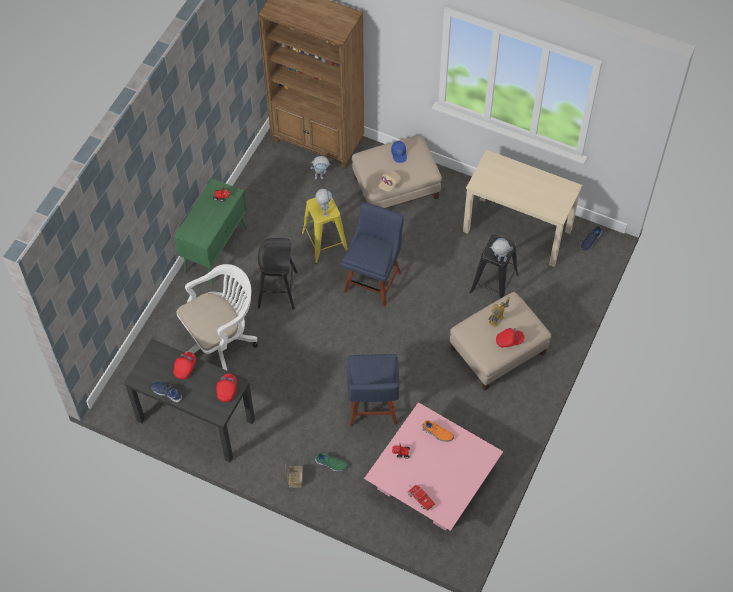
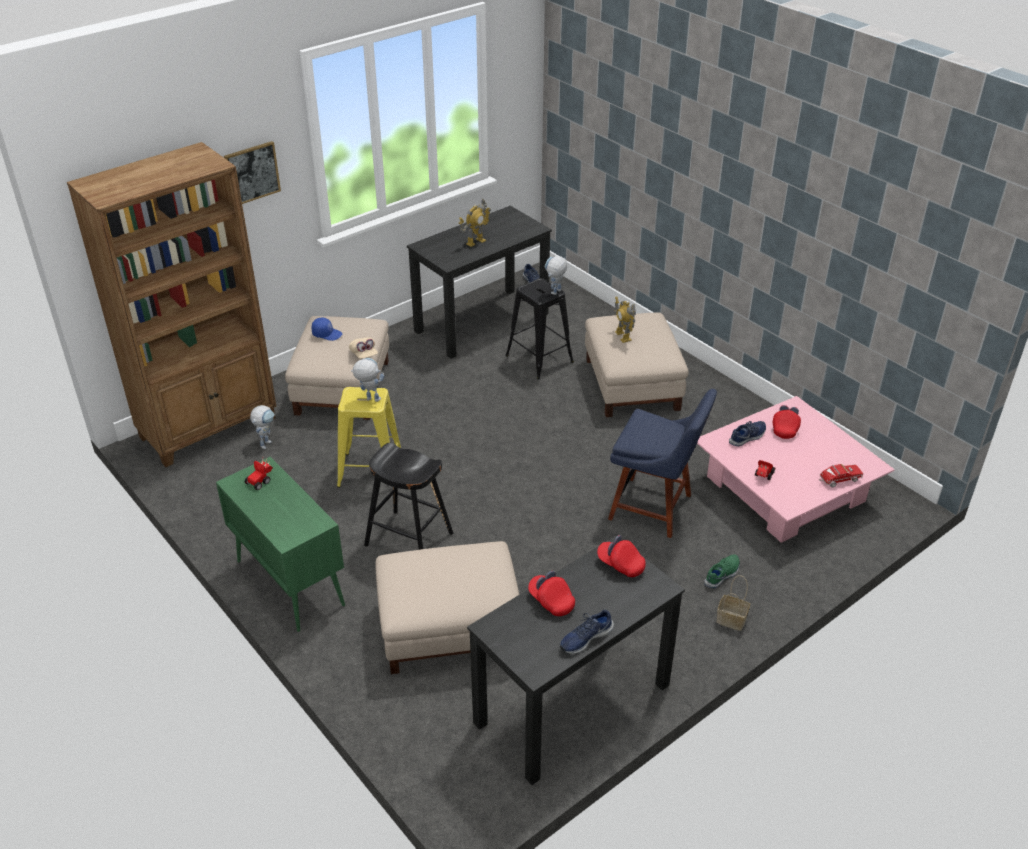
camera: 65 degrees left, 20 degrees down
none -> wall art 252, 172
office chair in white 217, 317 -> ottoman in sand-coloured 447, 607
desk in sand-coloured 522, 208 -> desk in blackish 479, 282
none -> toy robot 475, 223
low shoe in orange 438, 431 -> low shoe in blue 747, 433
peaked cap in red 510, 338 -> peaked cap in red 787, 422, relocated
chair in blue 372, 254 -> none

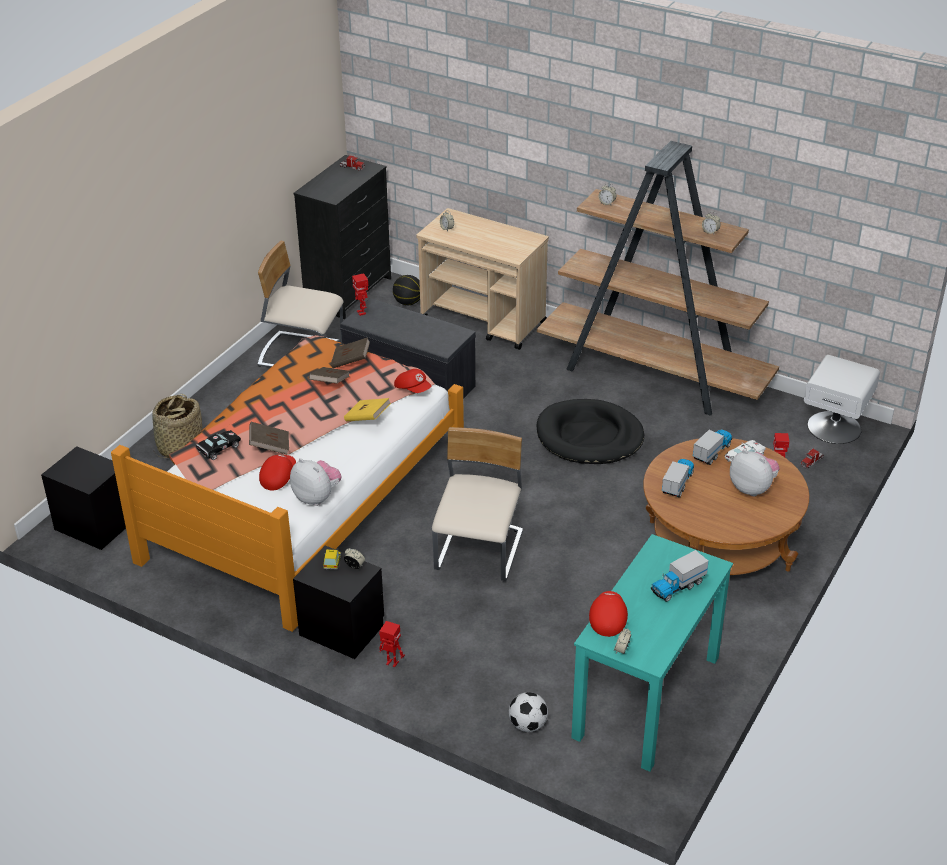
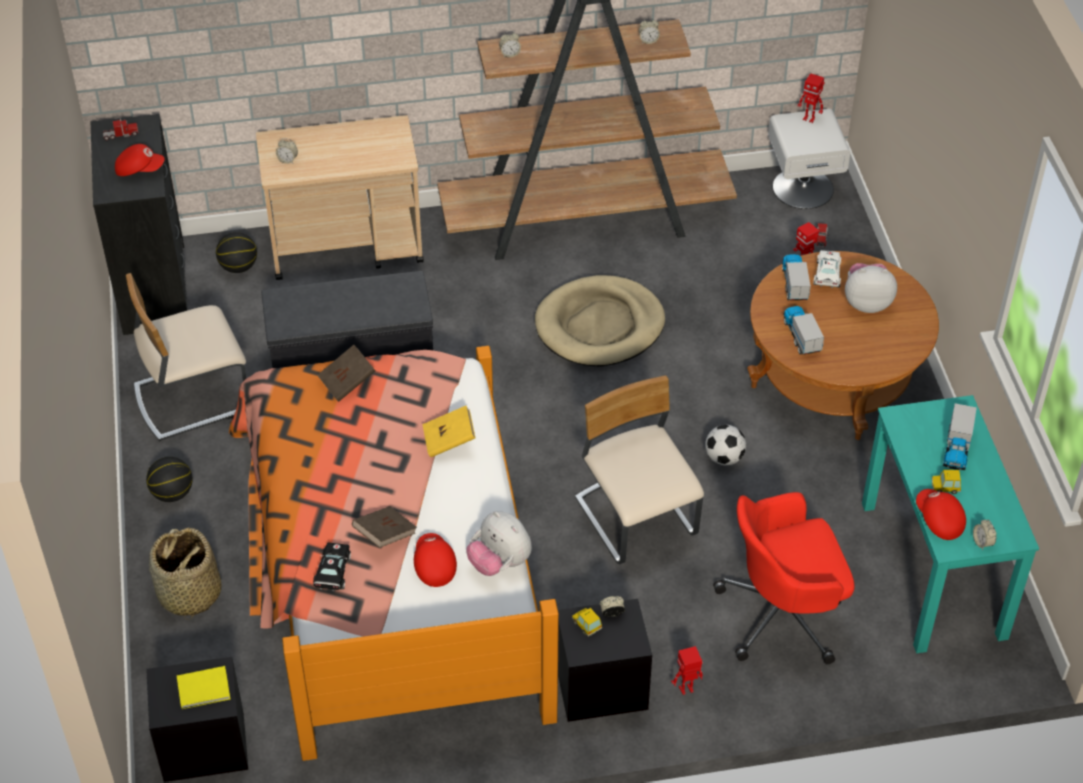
camera: 40 degrees left, 10 degrees up
peaked cap in red 412, 381 -> peaked cap in red 140, 160, relocated
none -> ball for basketball 169, 479
none -> volume in yellowish 204, 687
plush toy 315, 482 -> plush toy 499, 543, 135 degrees counterclockwise
dog cushion in blackish 590, 431 -> dog cushion in sand-coloured 600, 320
ball for football 528, 712 -> ball for football 725, 445, relocated
none -> office chair in red 784, 578
toy robot 360, 294 -> toy robot 811, 98, relocated
none -> toy car 946, 482
volume in brown 329, 375 -> none

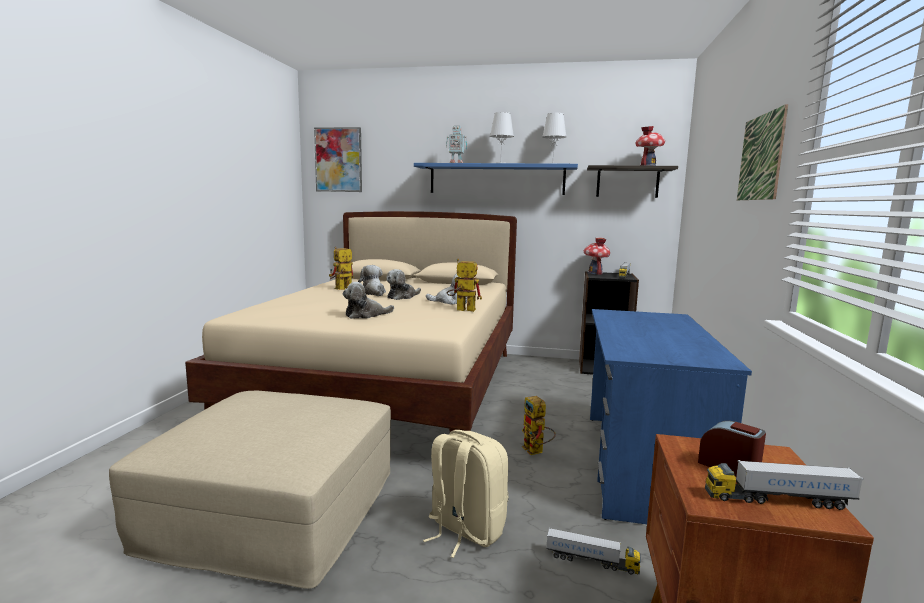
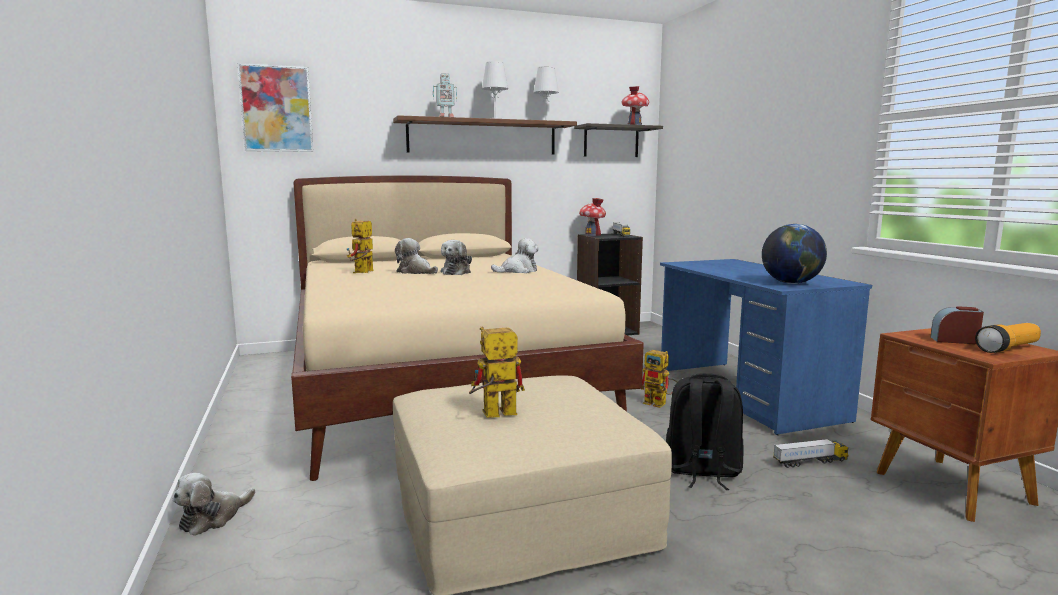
camera: 30 degrees left, 0 degrees up
plush toy 368, 300 -> plush toy 213, 504, relocated
wall shelf in blue 496, 179 -> wall shelf in brown 485, 135
toy robot 464, 285 -> toy robot 497, 372, relocated
rucksack in sand-coloured 465, 494 -> rucksack in blackish 705, 431
none -> desk globe 794, 254
model truck 784, 485 -> torch 1008, 338
wall art 762, 152 -> none

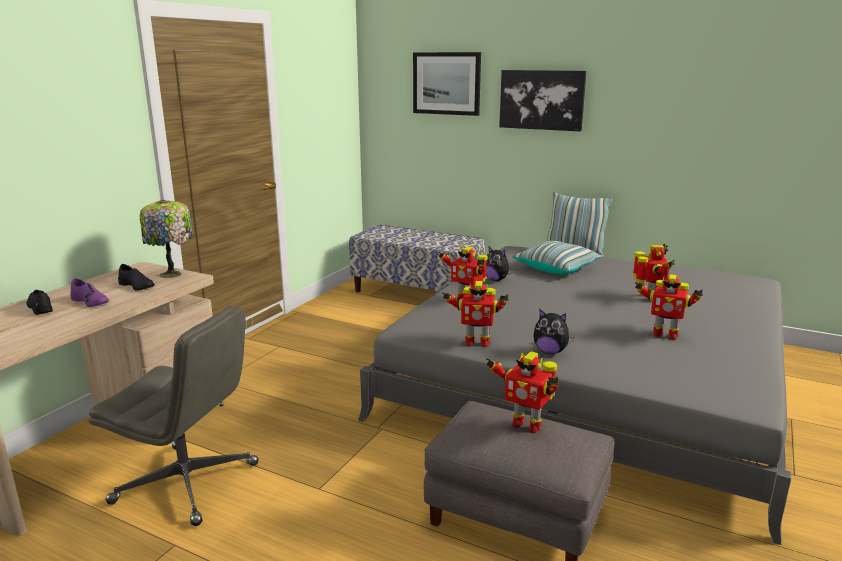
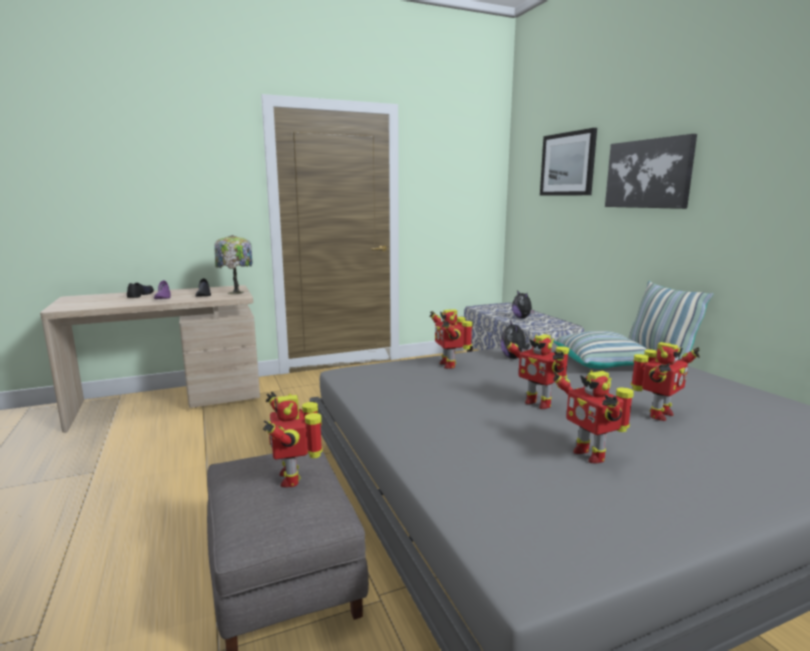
camera: 40 degrees right, 5 degrees down
toy robot 475, 314 -> toy robot 536, 371, relocated
plush toy 553, 331 -> plush toy 523, 304, relocated
office chair in greyish 174, 416 -> none

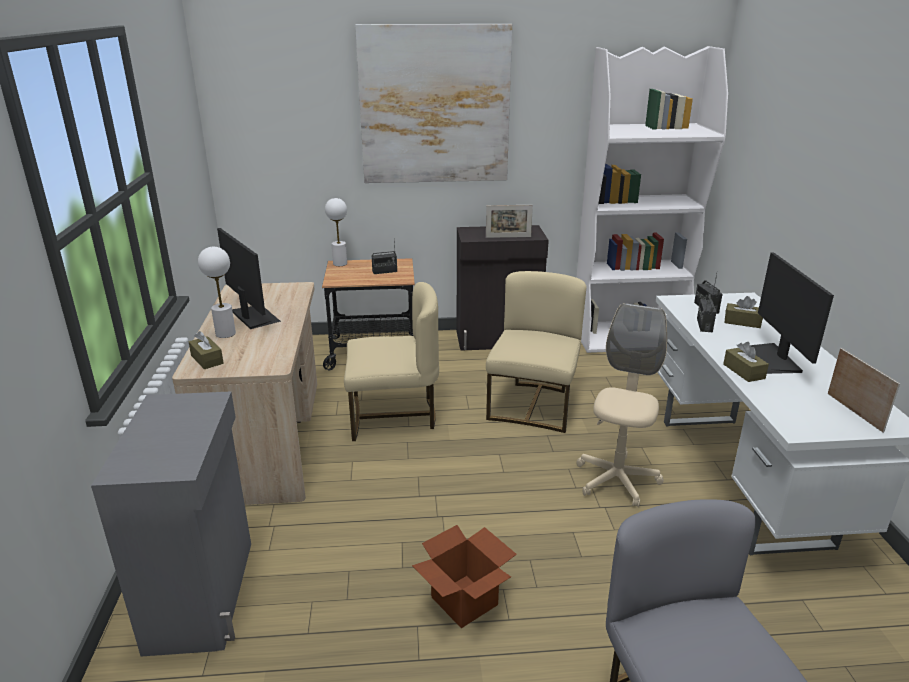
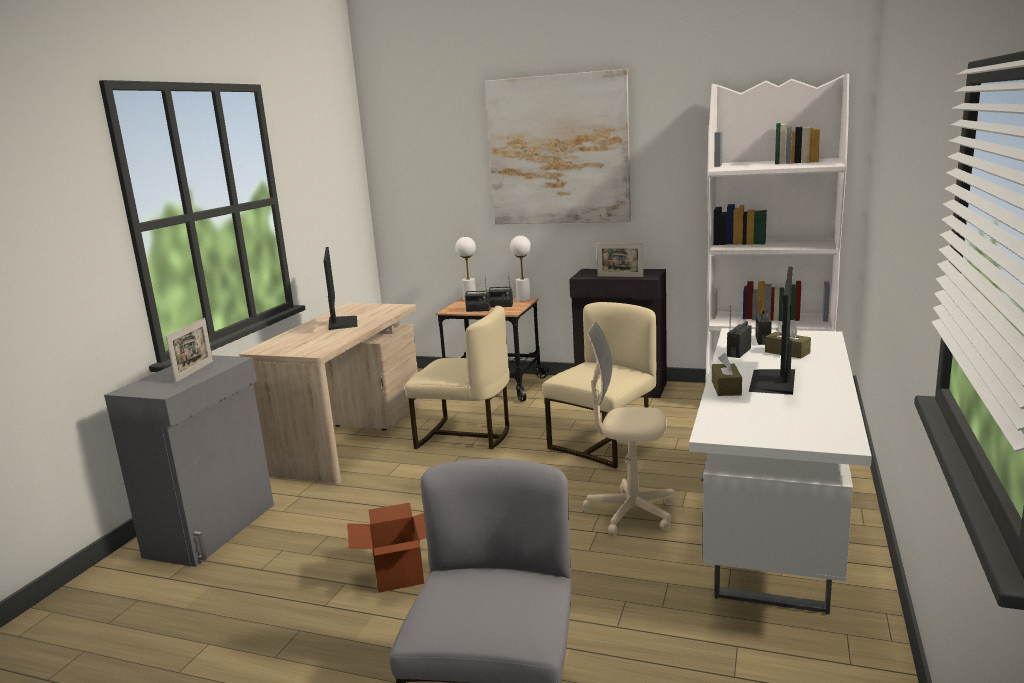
camera: 25 degrees right, 10 degrees down
picture frame 864, 390 -> picture frame 189, 350, relocated
none -> radio set 477, 295
lamp for a table in white 217, 292 -> lamp for a table in white 520, 268, relocated
office chair in sand-coloured 621, 405 -> office chair in sand-coloured 628, 429, 120 degrees counterclockwise
tissue box in brown 206, 350 -> none

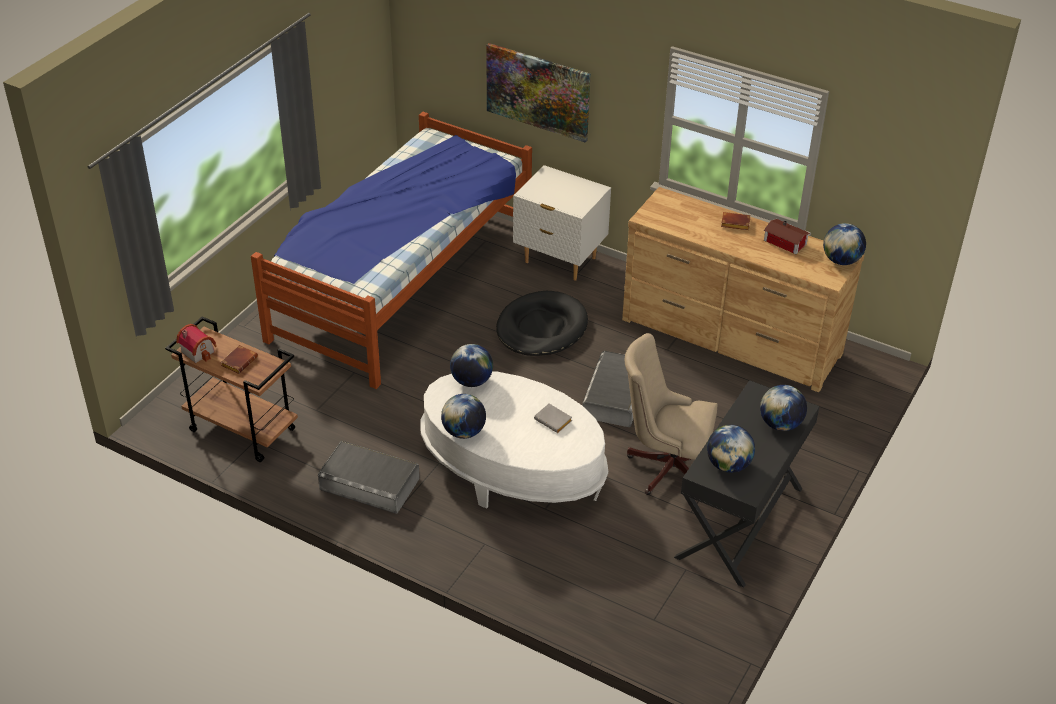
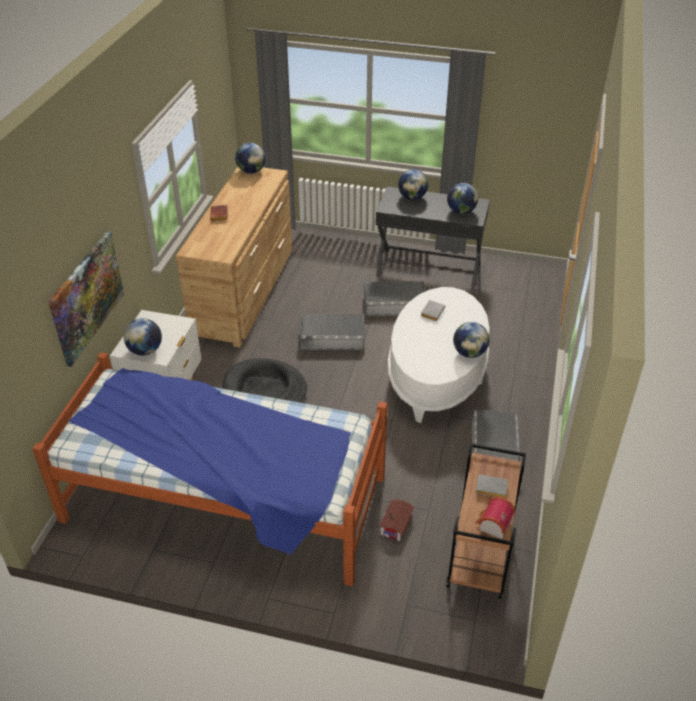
camera: 105 degrees left, 0 degrees up
desk globe 471, 365 -> desk globe 143, 337, relocated
office chair in sand-coloured 671, 414 -> storage container in greyish 394, 298
miniature house 787, 236 -> miniature house 396, 520, relocated
volume in brown 239, 359 -> volume in greyish 492, 486

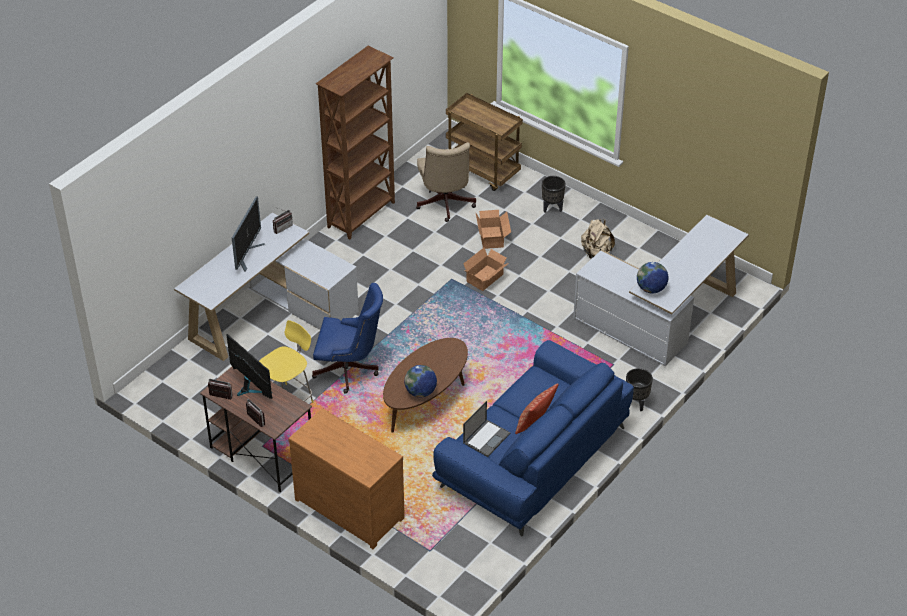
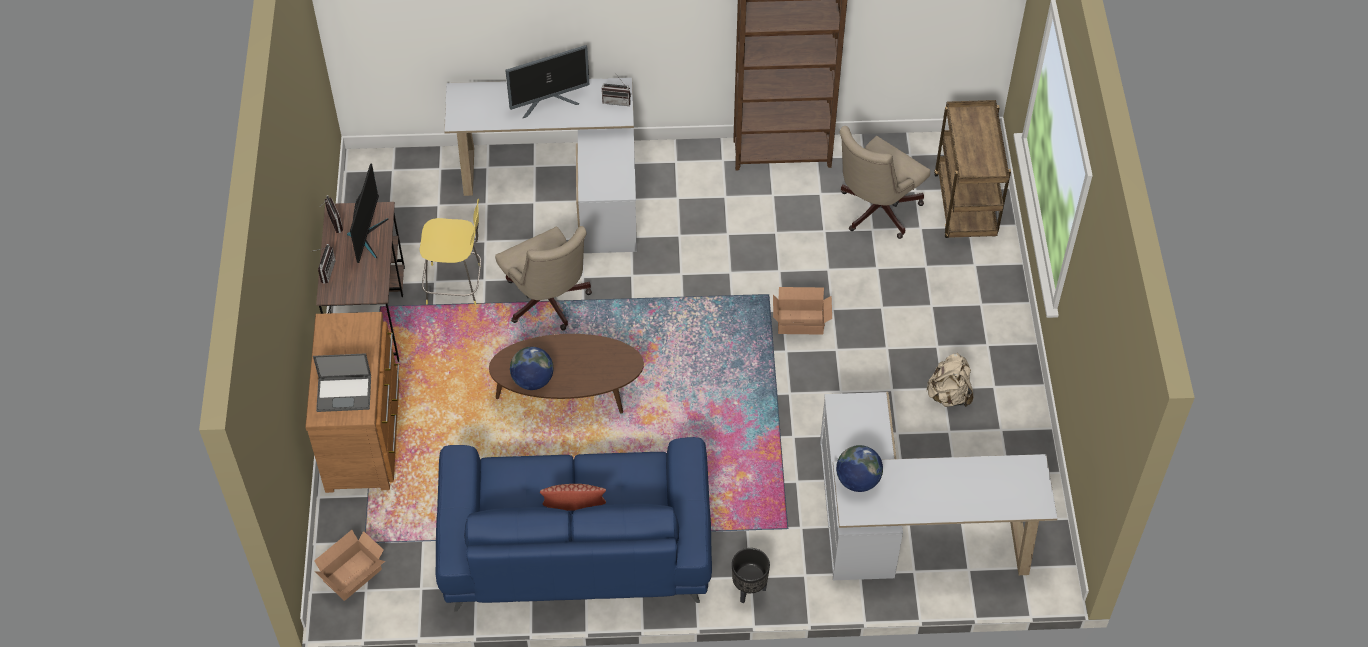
camera: 50 degrees right, 10 degrees up
laptop 487, 429 -> laptop 342, 382, relocated
carton 493, 229 -> carton 349, 565, relocated
office chair in blue 347, 338 -> office chair in sand-coloured 543, 278
plant pot in blackish 553, 194 -> none

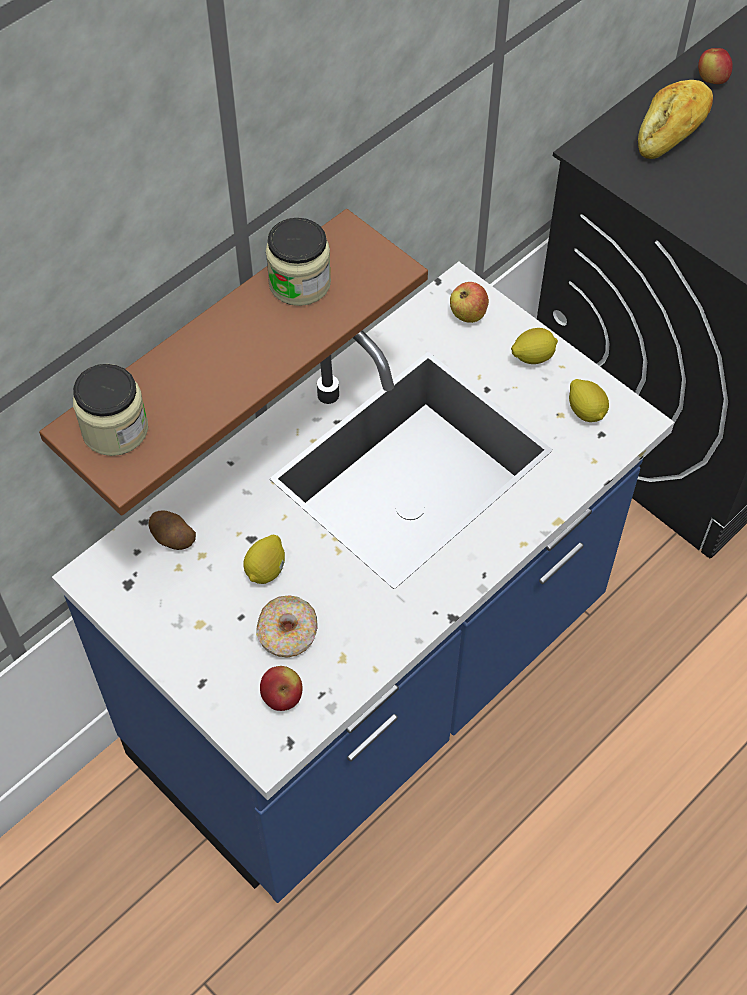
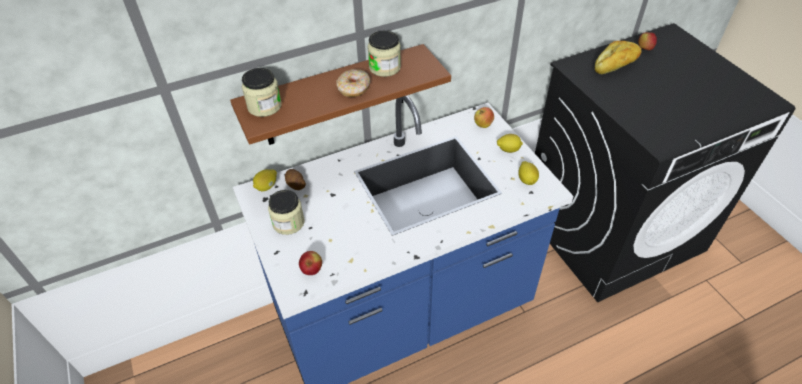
camera: 20 degrees right, 10 degrees down
citrus fruit 264, 559 -> citrus fruit 265, 180, relocated
none -> preserve jar 286, 212
donut 287, 626 -> donut 353, 83, relocated

